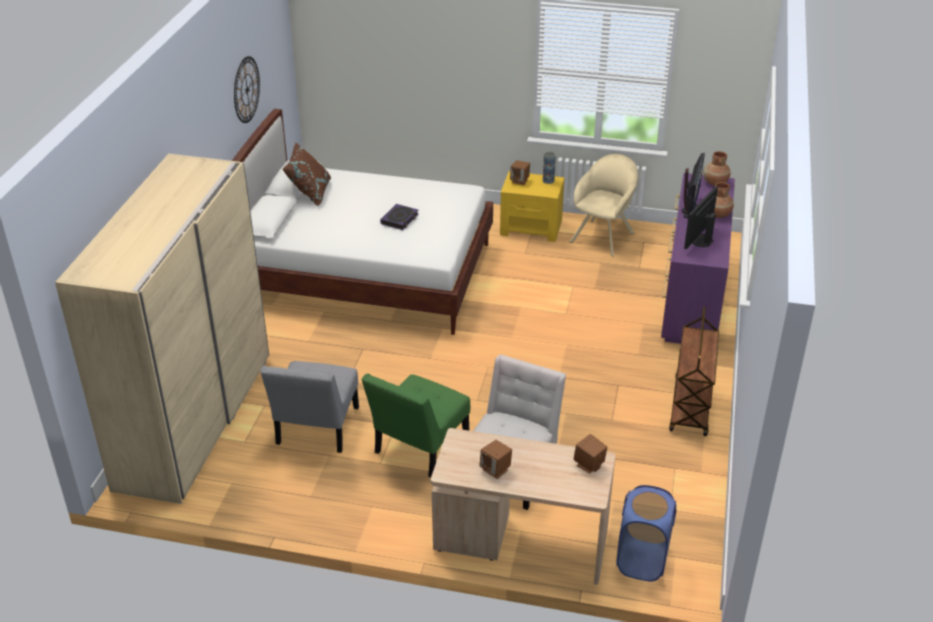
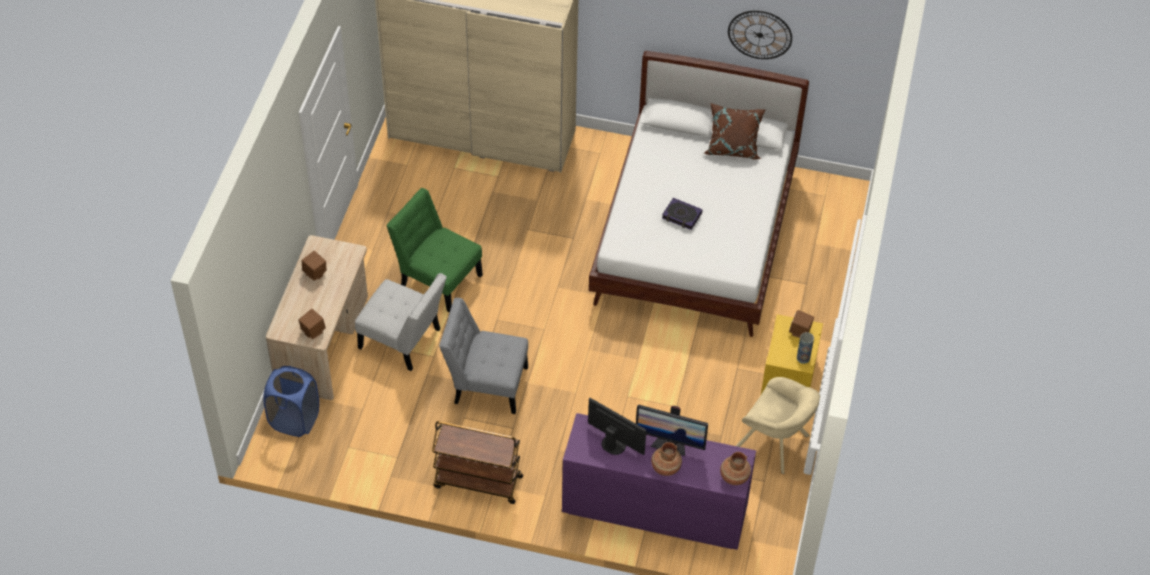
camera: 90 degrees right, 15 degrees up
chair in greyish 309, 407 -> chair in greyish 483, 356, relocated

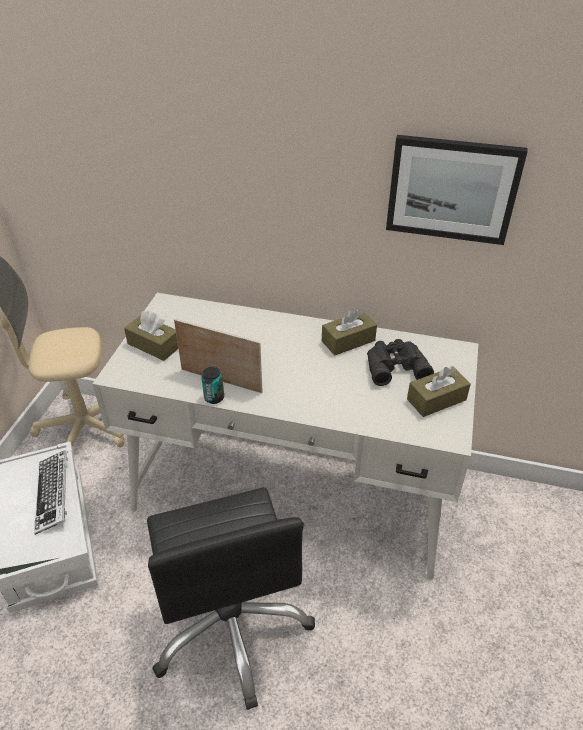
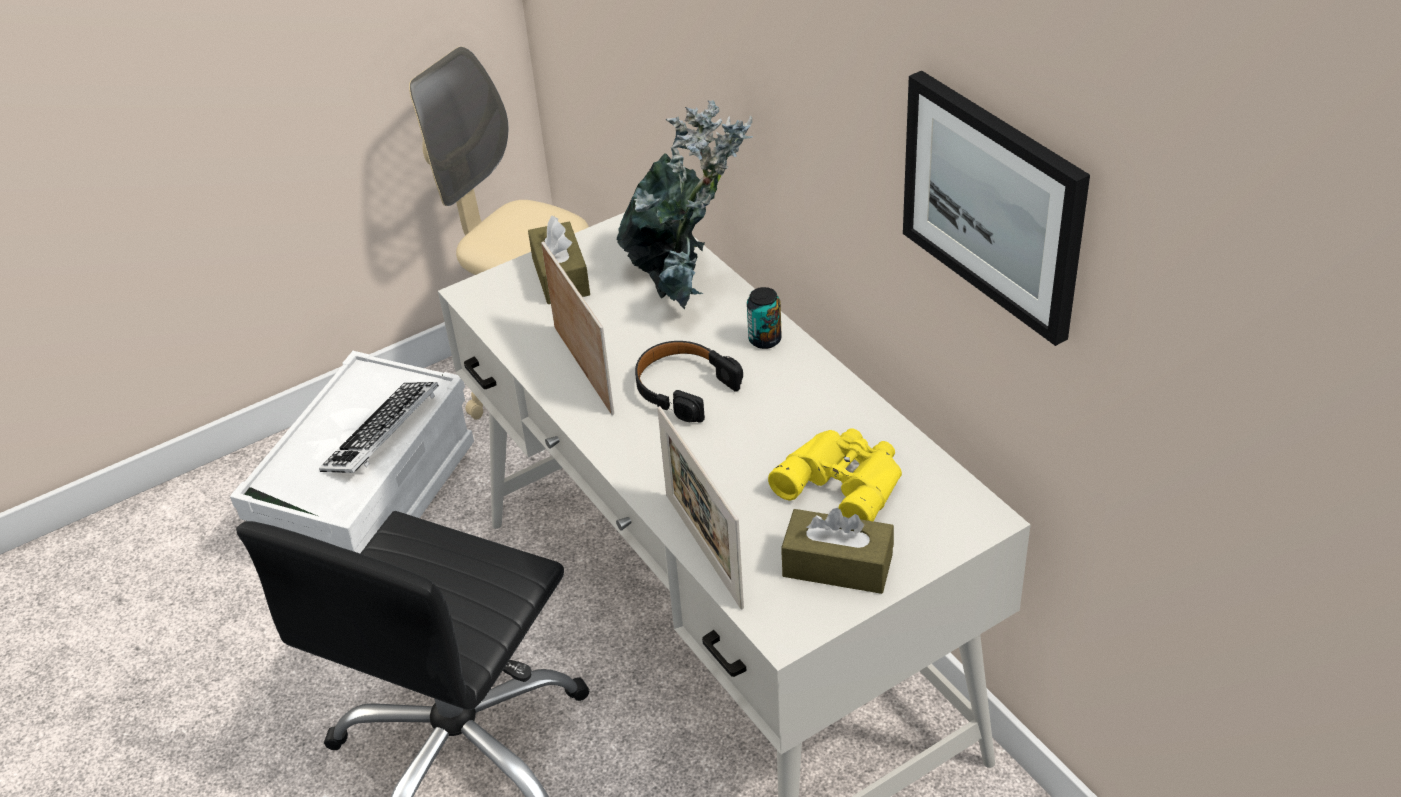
camera: 45 degrees right, 0 degrees up
none -> houseplant 684, 204
none -> pair of headphones in blackish 689, 382
none -> picture frame 700, 507
sealed can 212, 385 -> sealed can 764, 318, relocated
pair of binoculars in blackish 400, 362 -> pair of binoculars in yellowish 835, 474
tissue box in brown 349, 332 -> none

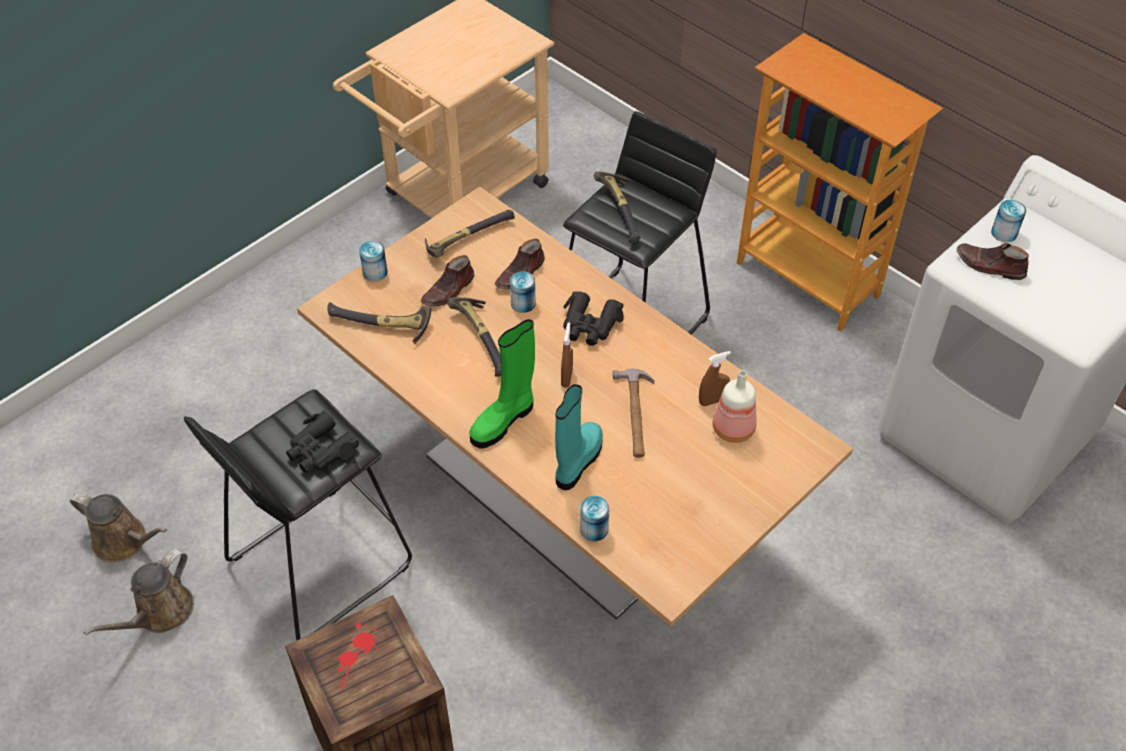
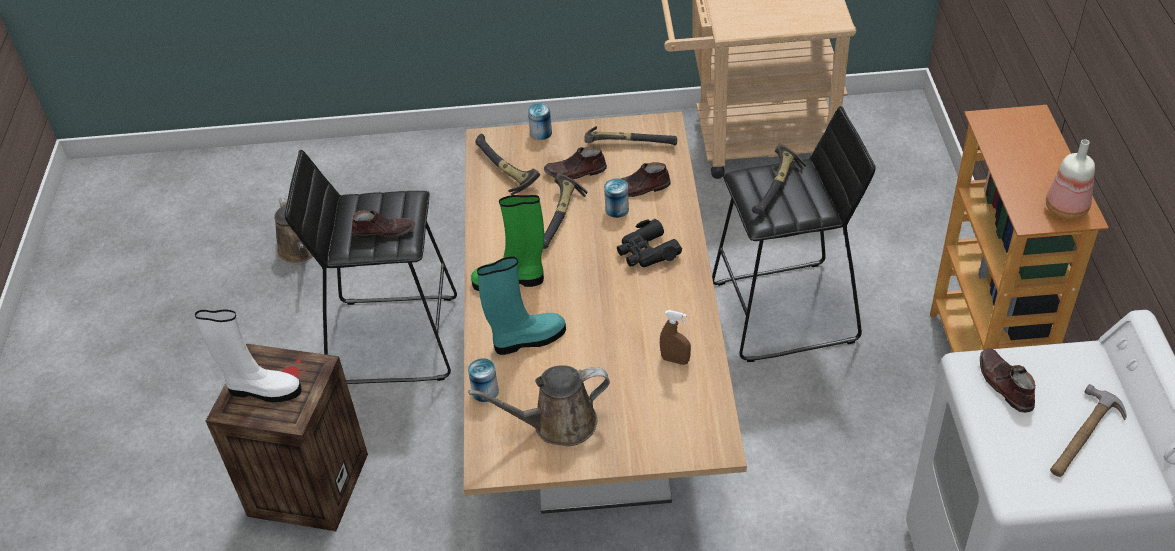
camera: 45 degrees right, 5 degrees down
none -> high-top boot in white 248, 355
pair of binoculars in blackish 322, 441 -> low shoe in brown 383, 224
watering can in brown 139, 592 -> watering can in brown 539, 405, relocated
beverage bottle 734, 406 -> beverage bottle 1070, 179, relocated
tool hammer 634, 413 -> tool hammer 1088, 430, relocated
spray bottle in brown 567, 355 -> none
sealed can 1008, 221 -> none

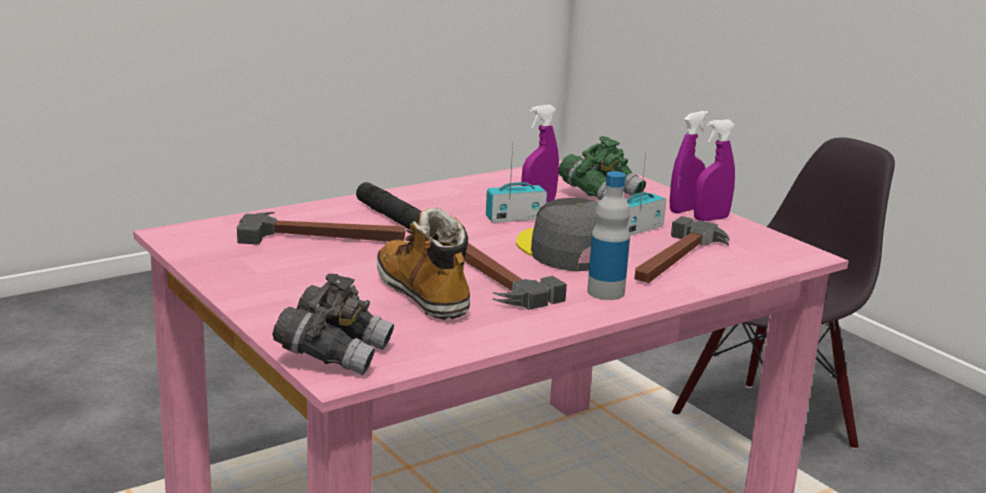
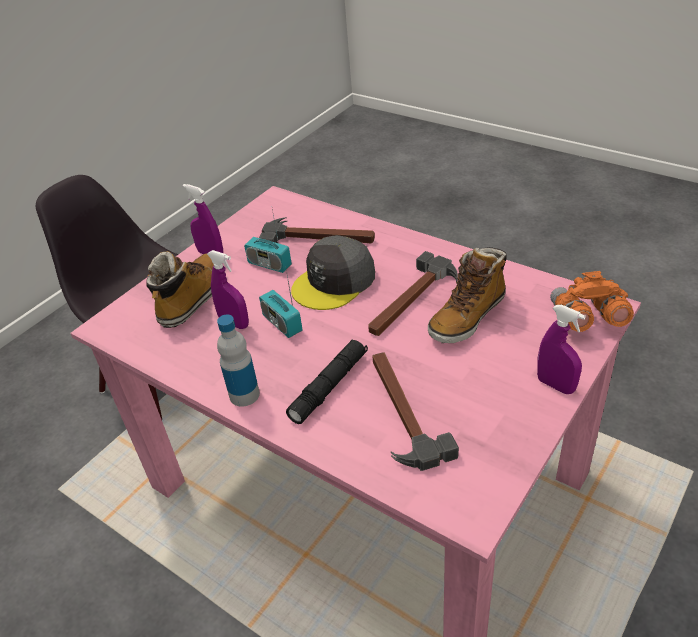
camera: 105 degrees left, 20 degrees up
pair of binoculars in greenish 602, 168 -> high-top boot 184, 289
beverage bottle 608, 235 -> beverage bottle 238, 361, relocated
spray bottle in purple-coloured 714, 170 -> spray bottle in purple-coloured 561, 349, relocated
pair of binoculars in greyish 333, 324 -> pair of binoculars in orange 592, 301

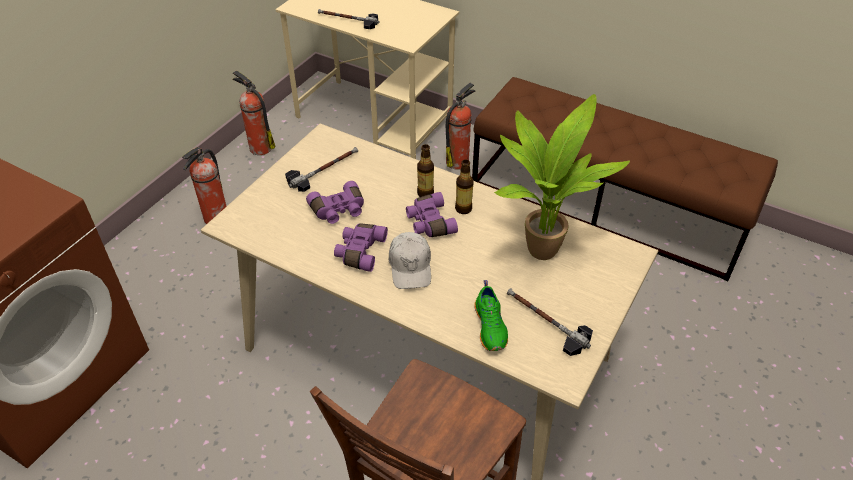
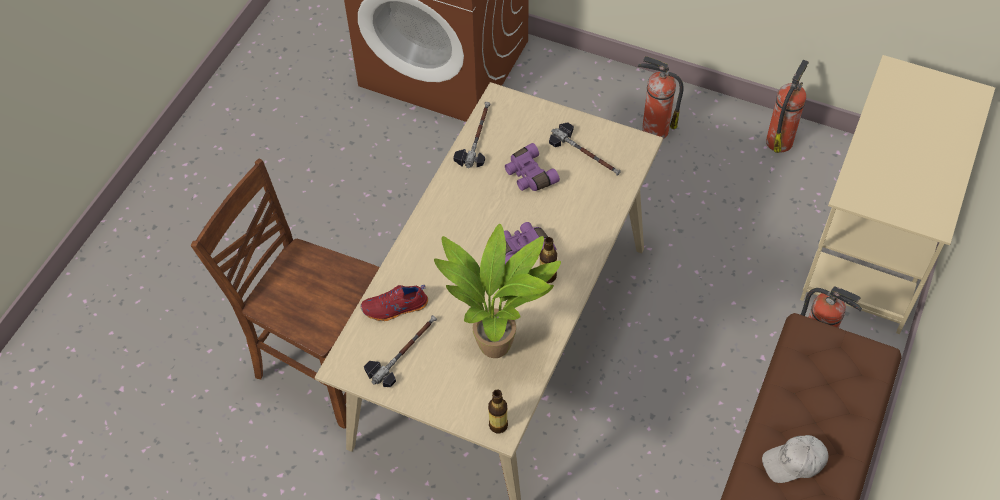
camera: 85 degrees right, 10 degrees up
low shoe in greenish 491, 315 -> low shoe in red 394, 303
tool hammer 348, 19 -> tool hammer 471, 135, relocated
beverage bottle 425, 170 -> beverage bottle 498, 411, relocated
peaked cap in white 410, 260 -> peaked cap in white 795, 459, relocated
pair of binoculars in purple-coloured 361, 247 -> none

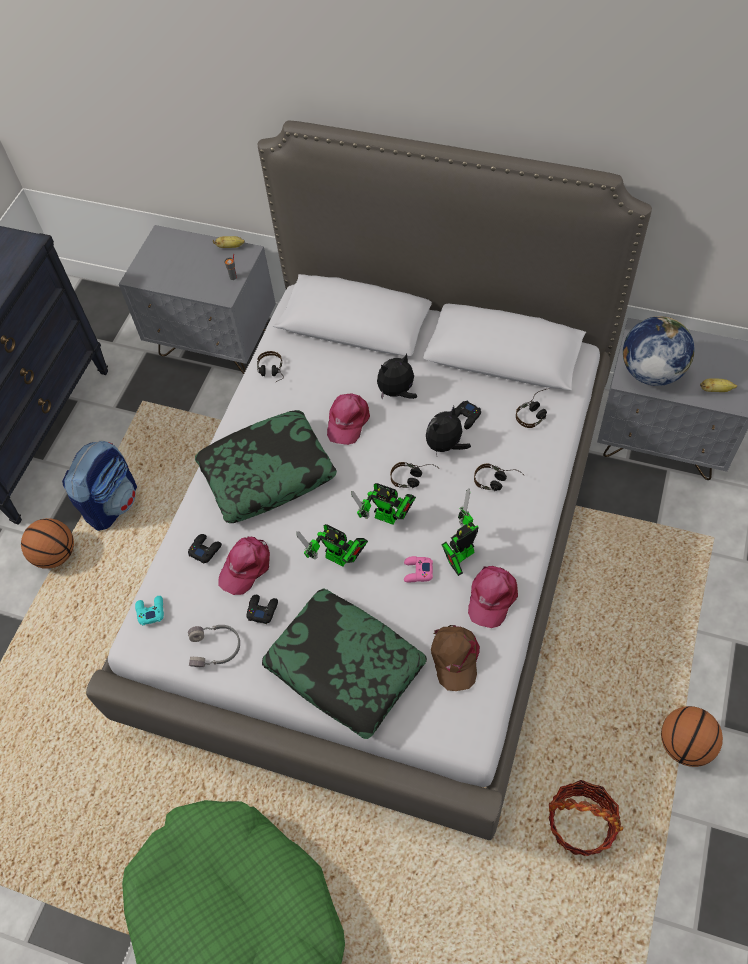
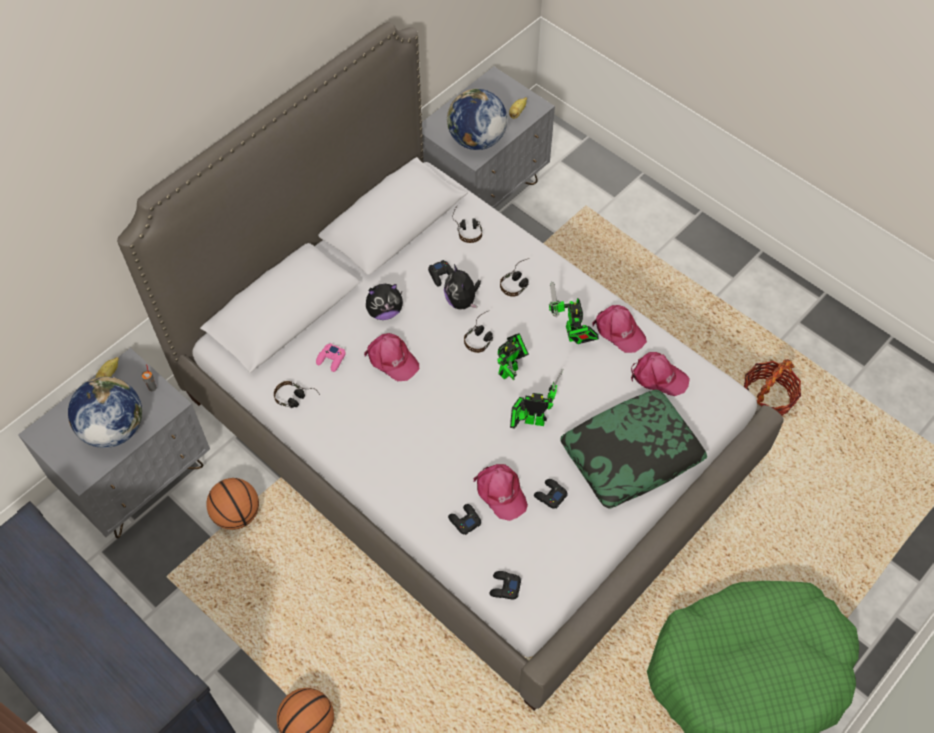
camera: 70 degrees left, 0 degrees up
none -> desk globe 105, 412
ball for basketball 692, 736 -> ball for basketball 232, 504, relocated
joypad in pink 418, 569 -> joypad in pink 331, 357, relocated
plush toy 397, 377 -> plush toy 384, 302, 105 degrees counterclockwise
joypad in turquoise-coloured 149, 611 -> joypad in blackish 505, 585
toy robot 332, 545 -> toy robot 536, 399, 135 degrees counterclockwise
peaked cap in brown 455, 658 -> peaked cap in pink 660, 374
rucksack 99, 486 -> none
pair of headphones in greyish 214, 646 -> none
throw pillow 266, 466 -> none

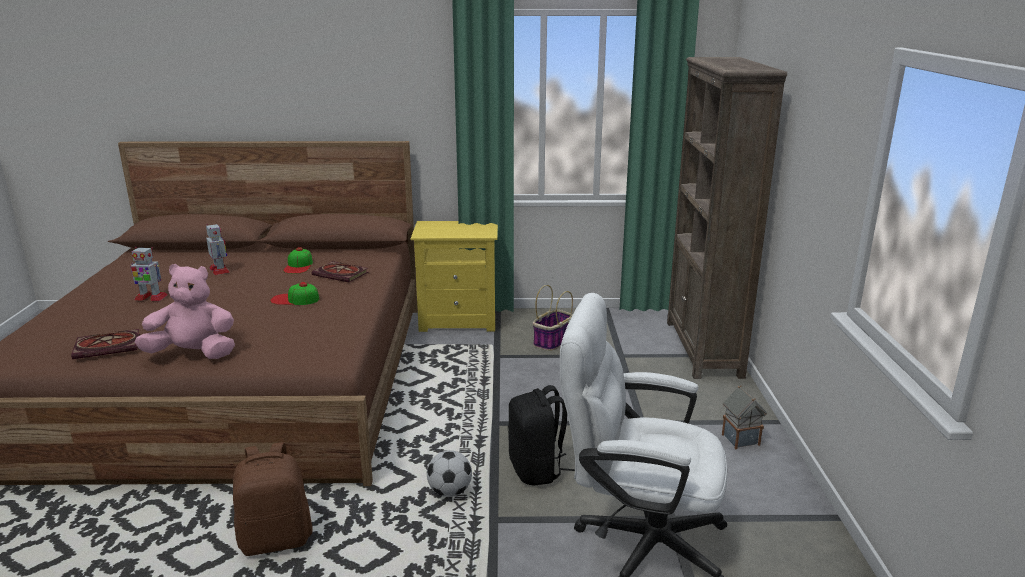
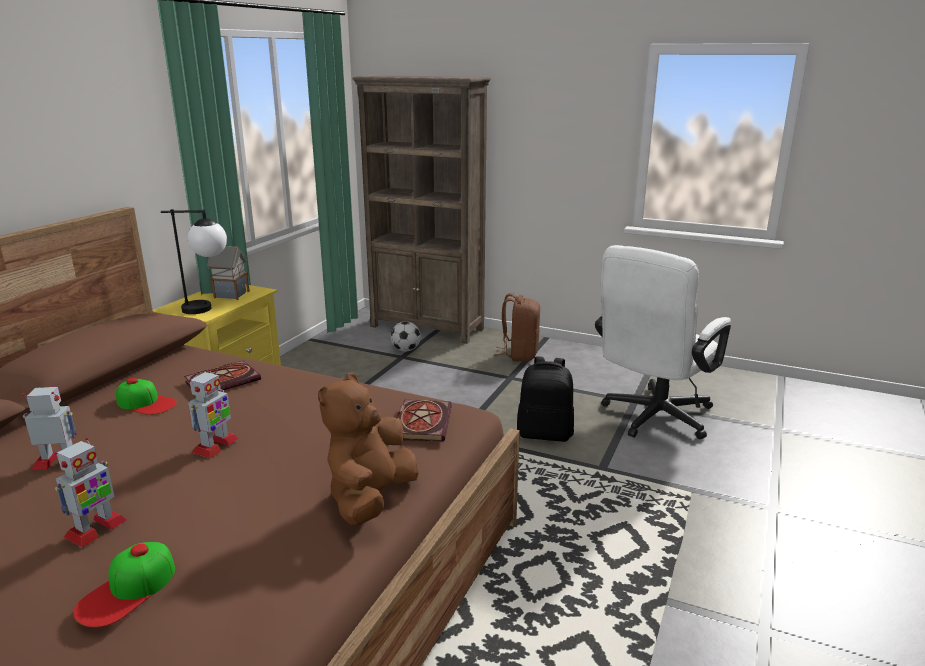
camera: 65 degrees left, 0 degrees up
peaked cap 294, 293 -> peaked cap 124, 584, relocated
none -> lamp for a table 194, 261
none -> toy robot 213, 413
miniature house 744, 417 -> miniature house 228, 273, relocated
plush toy in pink 185, 311 -> plush toy in brown 368, 448
ball for football 449, 473 -> ball for football 406, 336, relocated
volume 105, 344 -> volume 424, 420, relocated
rucksack in brown 273, 499 -> rucksack in brown 517, 327, relocated
household basket 553, 318 -> none

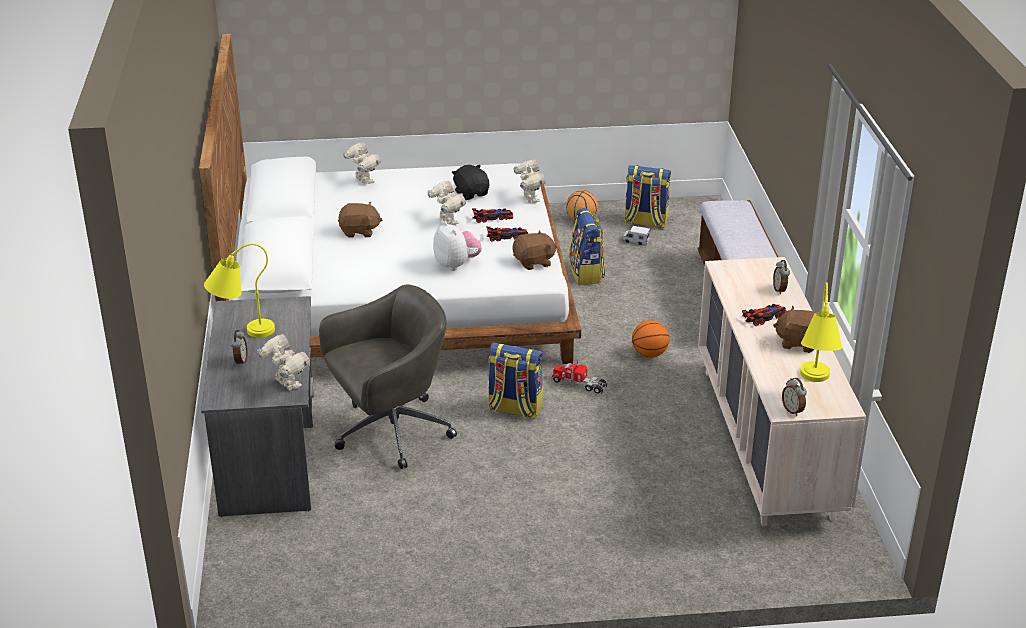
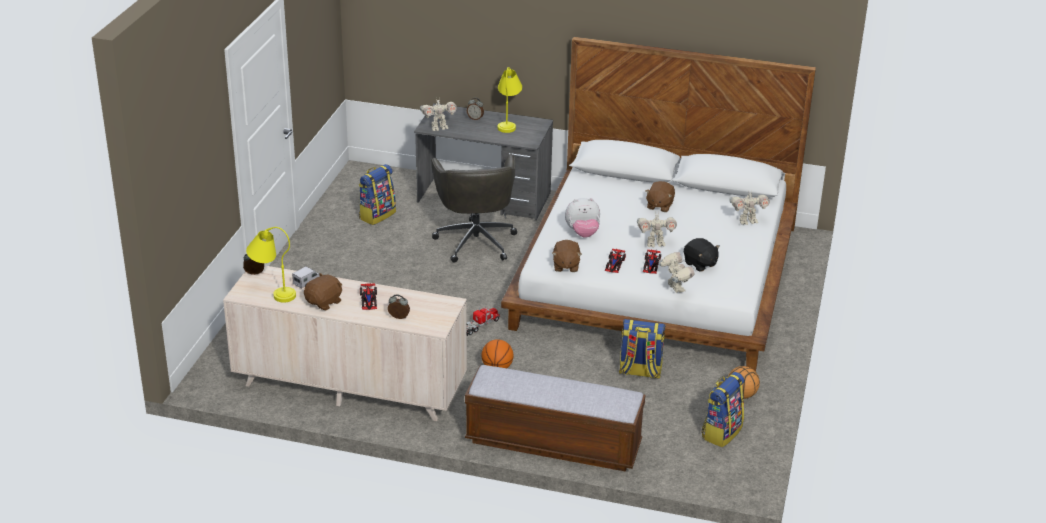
camera: 110 degrees right, 0 degrees up
model truck 636, 235 -> model truck 306, 277, relocated
rucksack 515, 381 -> rucksack 377, 194, relocated
toy robot 530, 181 -> toy robot 676, 272, 120 degrees counterclockwise
plush toy in blackish 470, 182 -> plush toy in blackish 702, 255, 60 degrees clockwise

